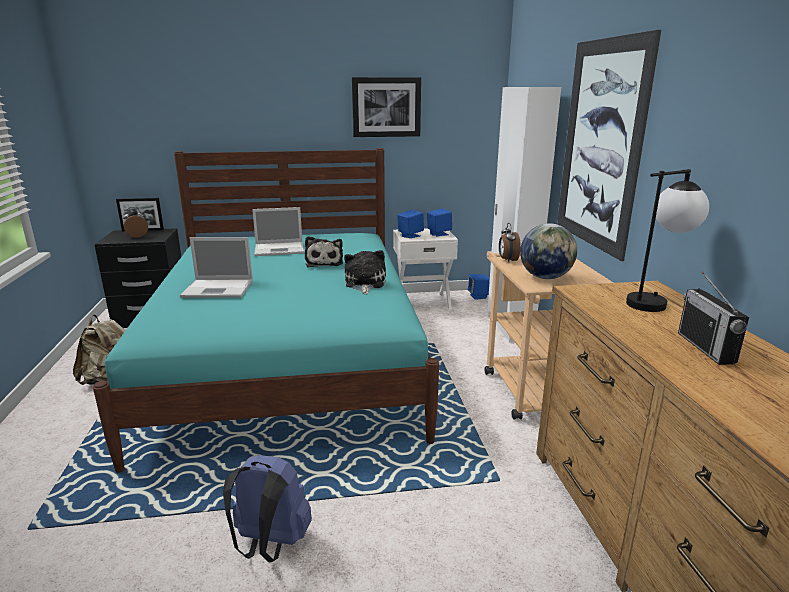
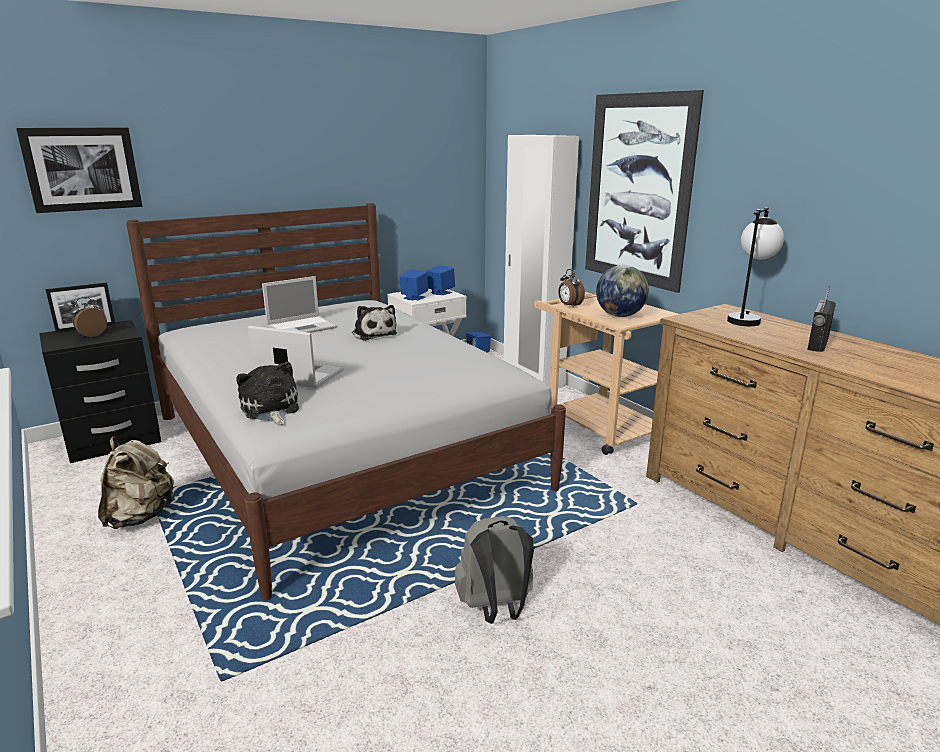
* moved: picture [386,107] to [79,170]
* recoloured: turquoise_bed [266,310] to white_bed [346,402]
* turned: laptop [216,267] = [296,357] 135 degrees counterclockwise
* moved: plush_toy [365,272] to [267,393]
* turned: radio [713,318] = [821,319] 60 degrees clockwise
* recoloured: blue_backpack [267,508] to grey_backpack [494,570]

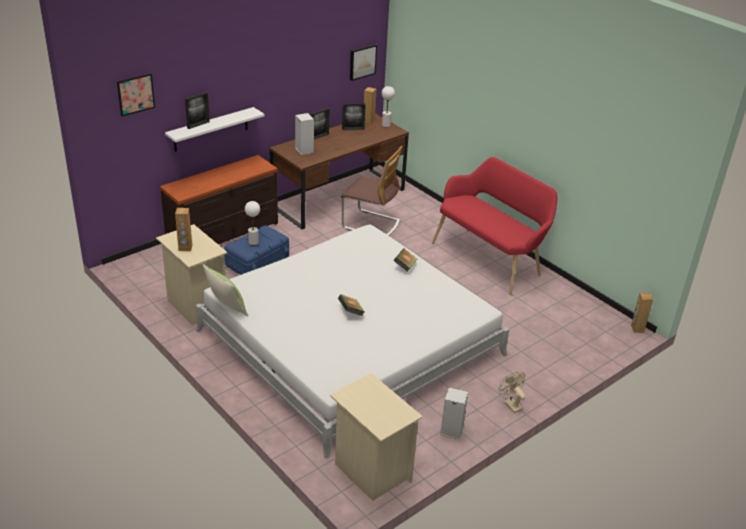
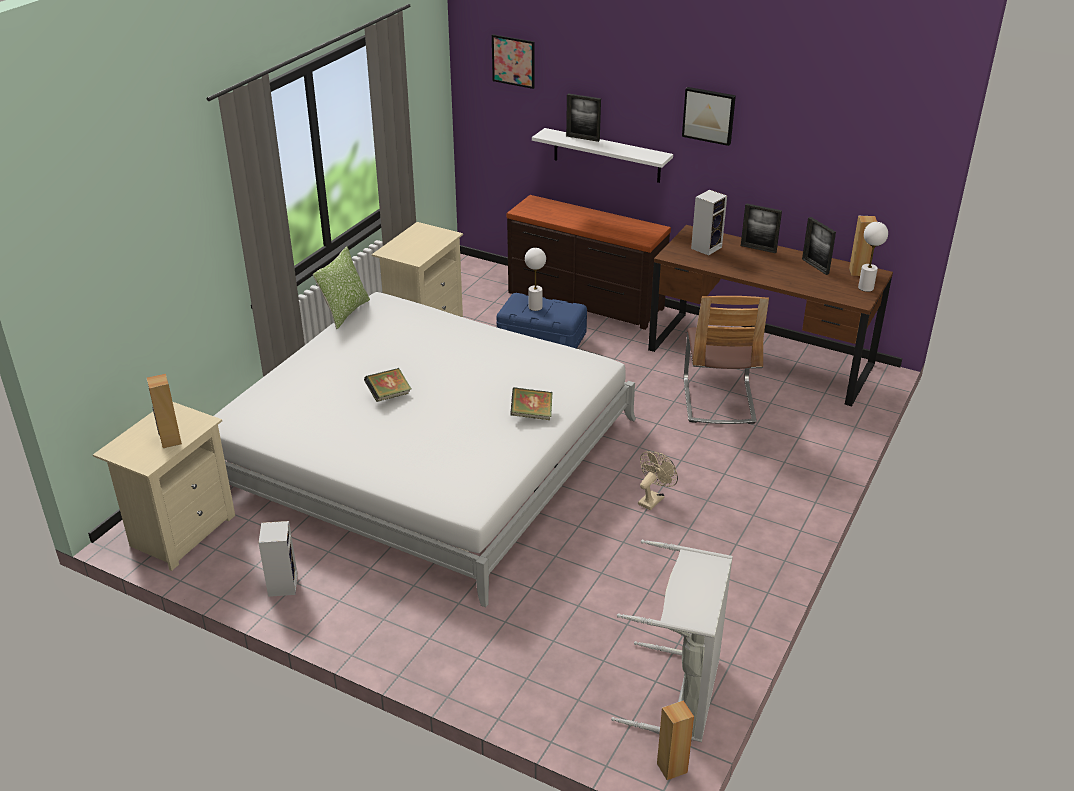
* moved: picture [363,62] to [709,116]
* removed: red_bench [494,226]
* moved: brown_speaker [183,229] to [164,411]
* moved: beige_fan [512,392] to [658,480]
* added: grey_laundry_basket [672,641]

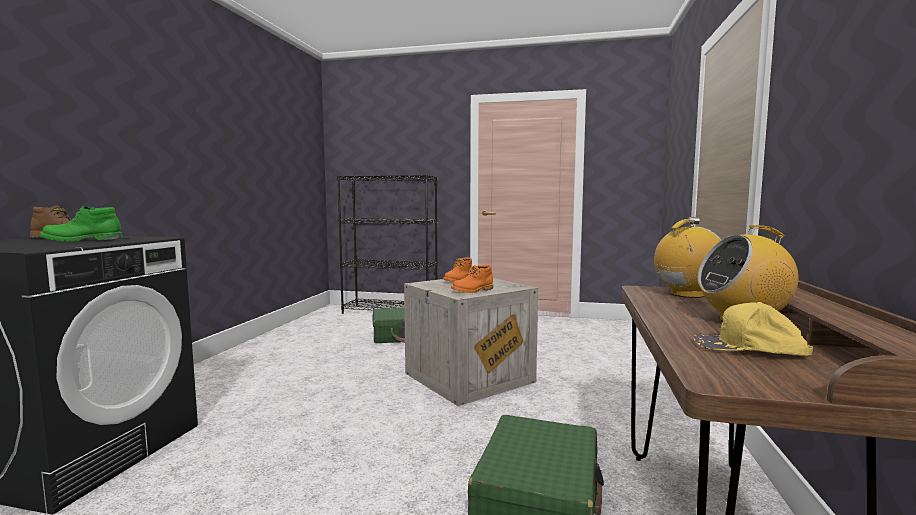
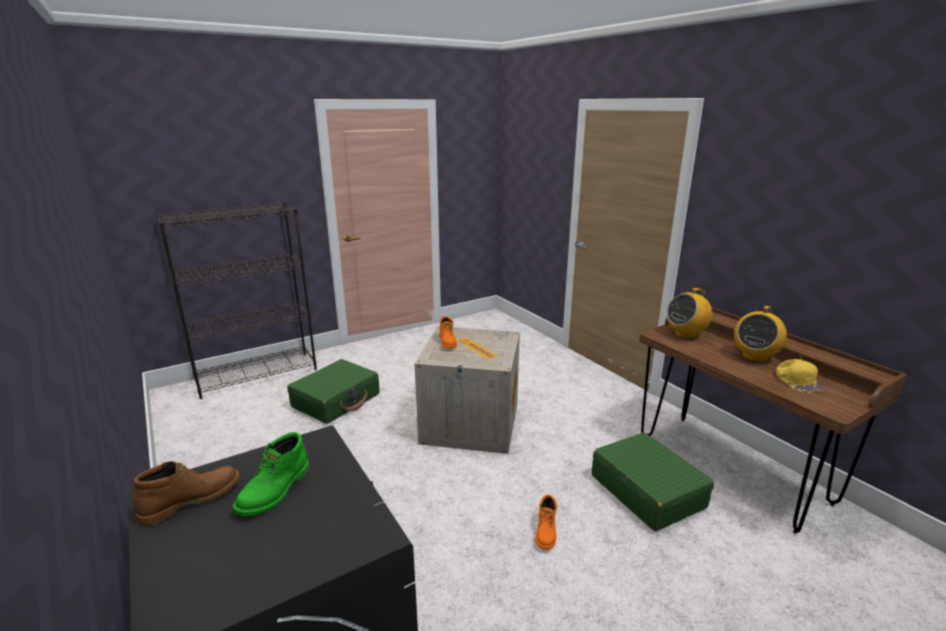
* turned: radio [687,258] = [689,313] 135 degrees counterclockwise
* moved: orange_boot [472,279] to [546,522]
* turned: yellow_cap [753,329] = [800,376] 75 degrees counterclockwise

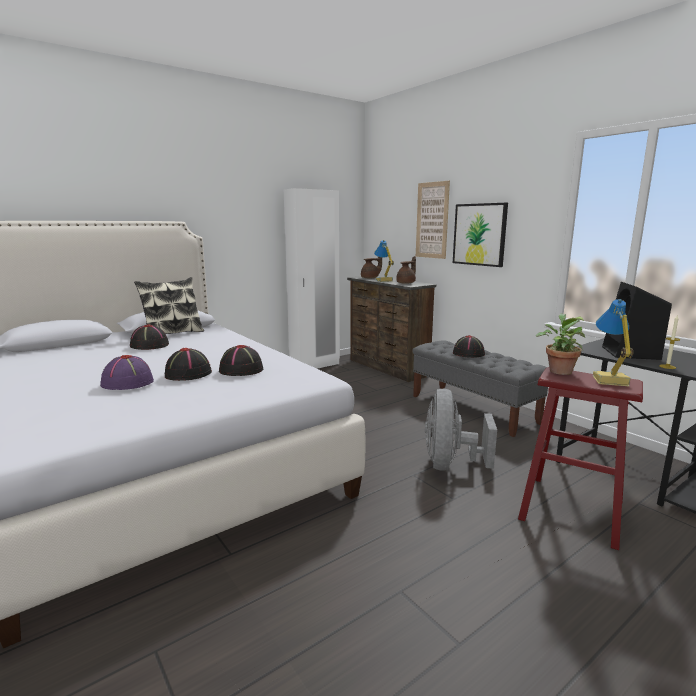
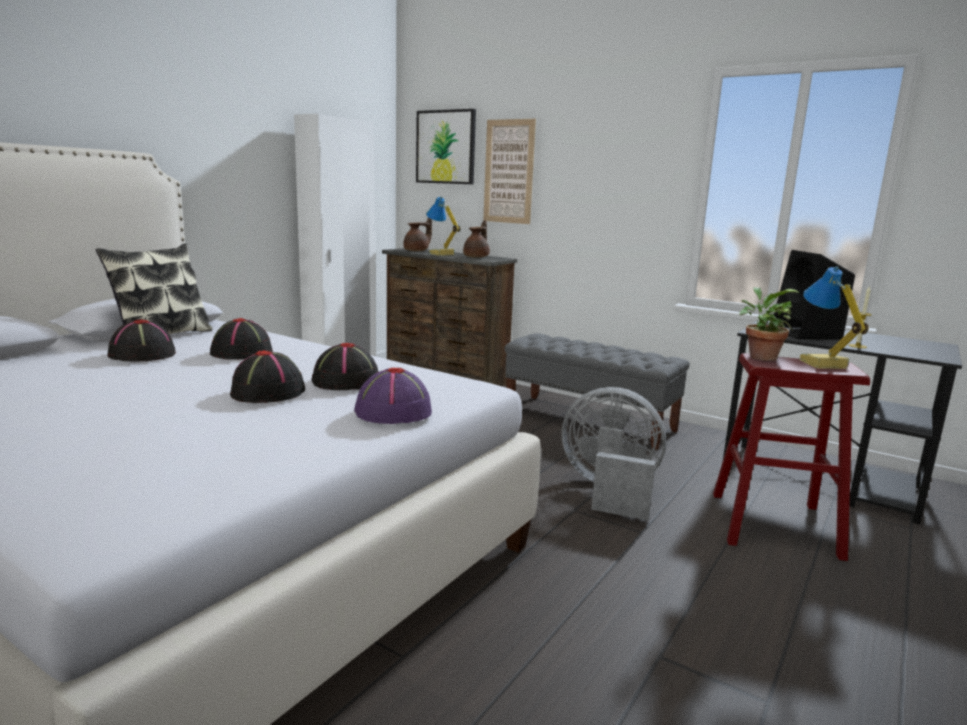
* moved: picture [480,235] to [446,146]
* moved: black_hat [469,346] to [241,339]
* moved: purple_hat [127,372] to [393,395]
* turned: grey_fan [461,430] = [613,454] 120 degrees clockwise

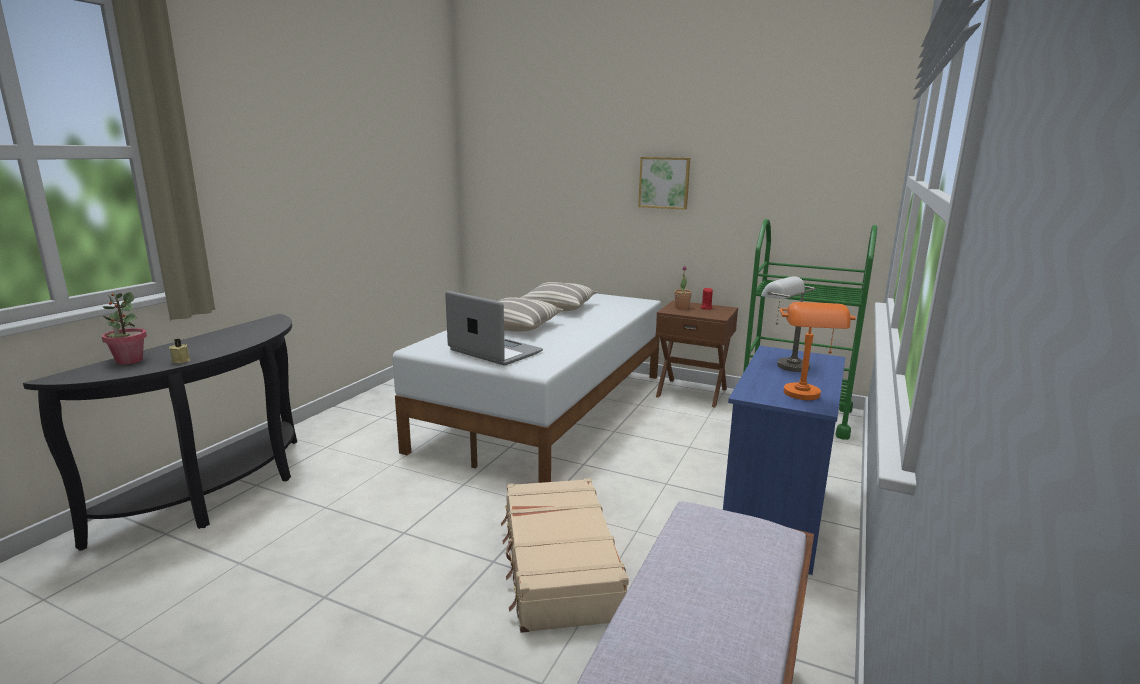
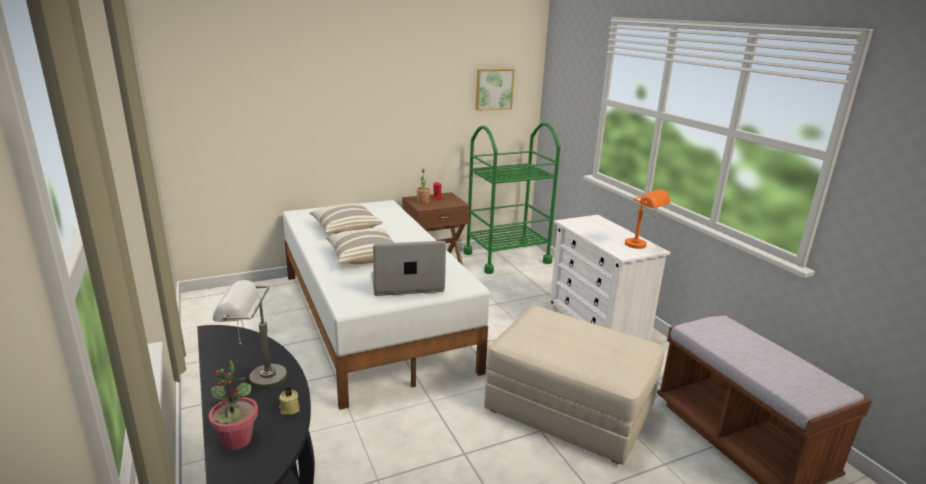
* moved: picture [664,183] to [495,90]
* moved: grey_table_lamp [788,324] to [250,334]
* recoloured: blue_dresser [784,460] to white_dresser [609,278]
* replaced: beige_suitcase [565,555] to beige_ottoman [574,385]

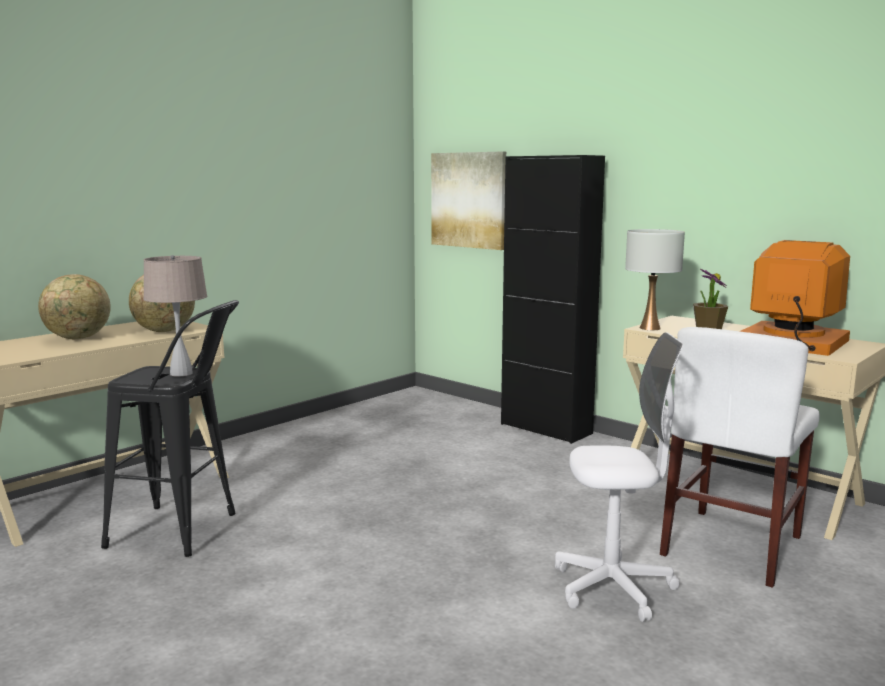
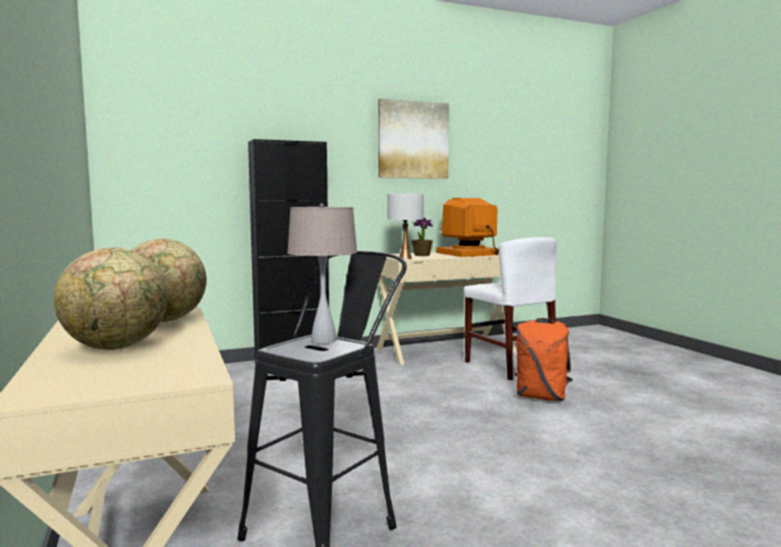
* moved: picture [468,200] to [413,138]
* replaced: white_office_chair [619,477] to orange_backpack [544,359]

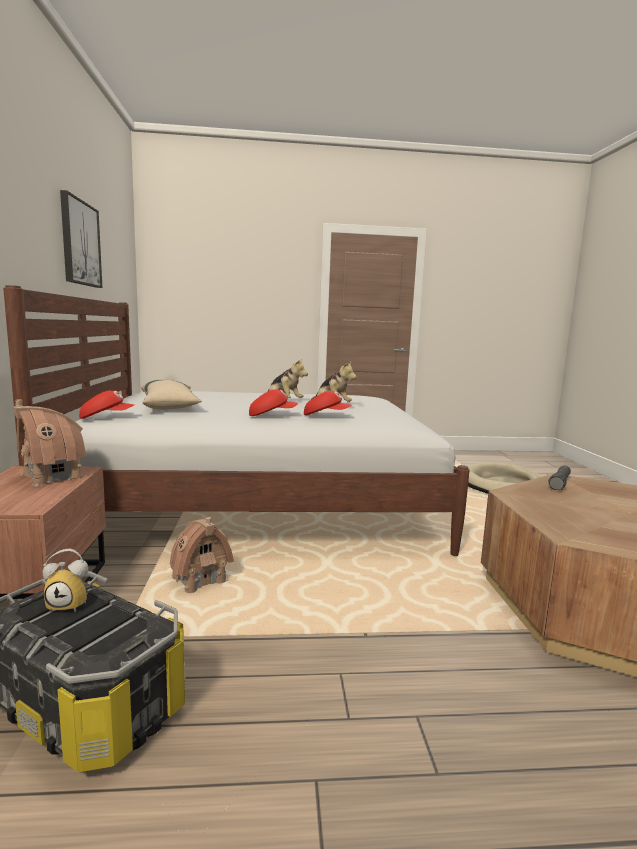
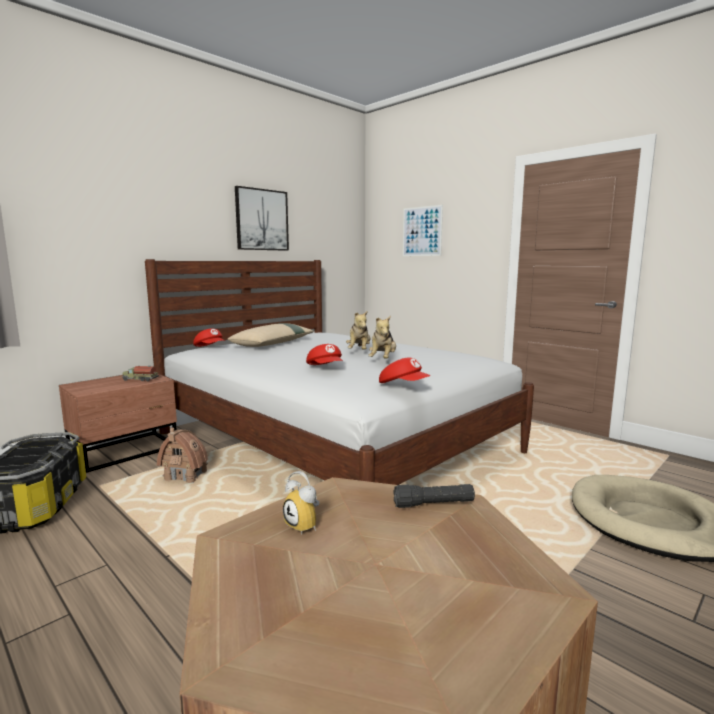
* moved: red_cap [273,402] to [405,370]
* replaced: toy_house [49,442] to toy_truck [140,373]
* moved: alarm_clock [65,580] to [301,503]
* added: picture [423,230]

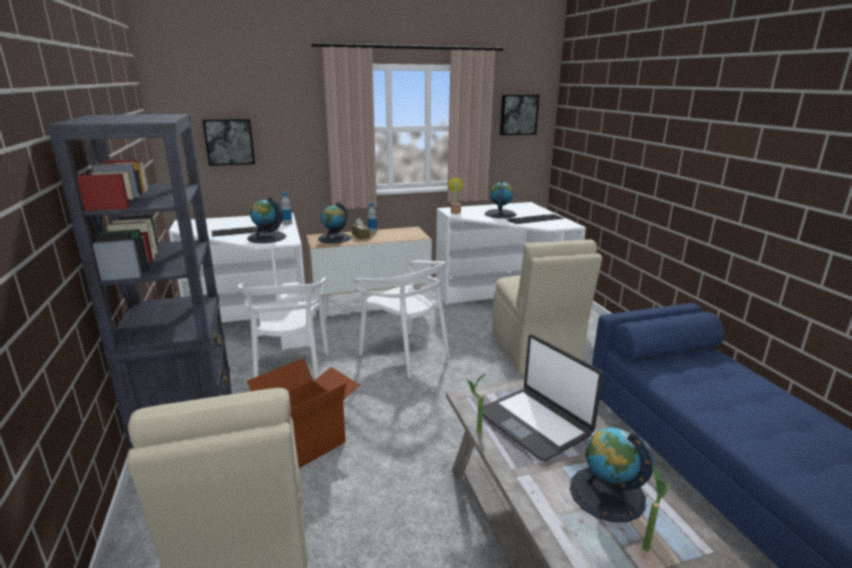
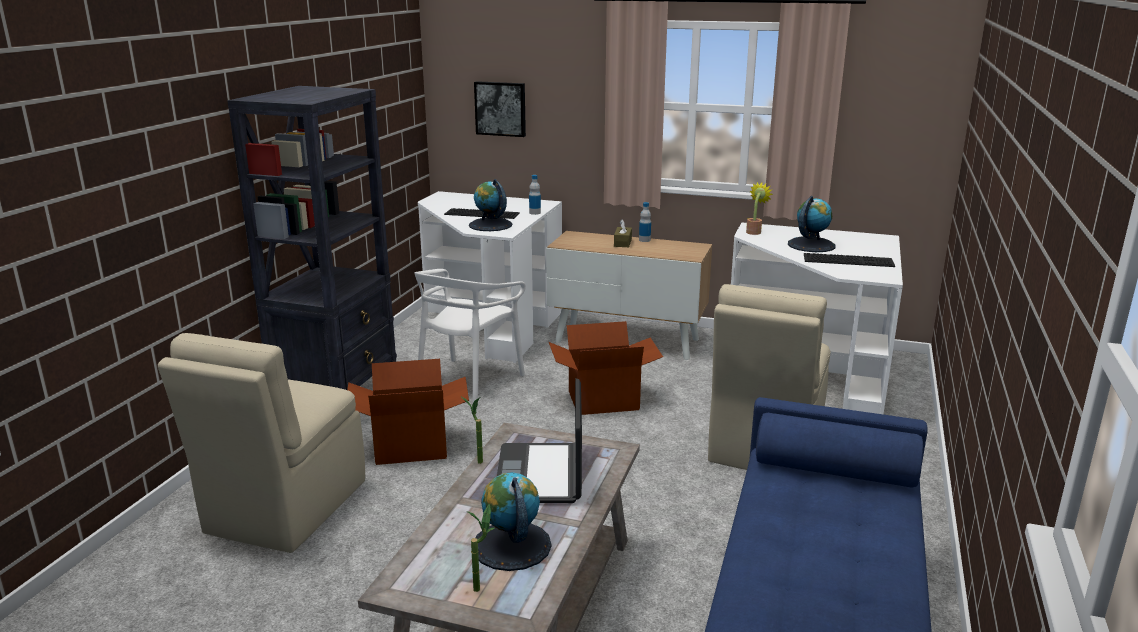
* removed: picture [519,114]
* removed: globe [334,223]
* replaced: white_chair [401,319] to cardboard_box [606,368]

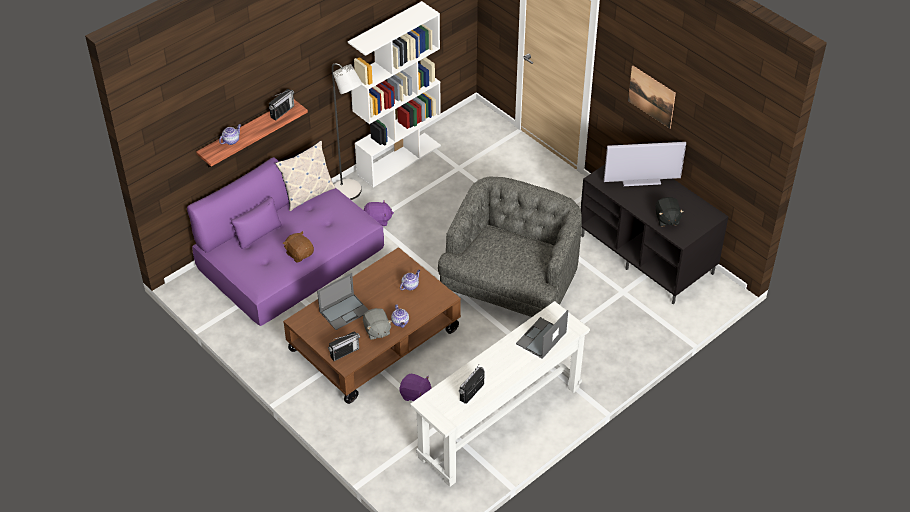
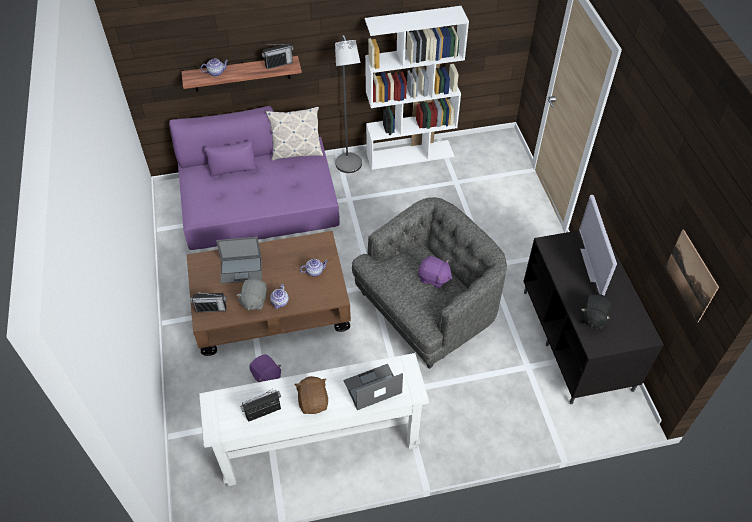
* moved: picture [652,97] to [692,276]
* turned: television [645,164] = [598,245] 60 degrees clockwise
* moved: purple_plush_toy [379,213] to [435,272]
* moved: brown_plush_toy [298,247] to [311,395]

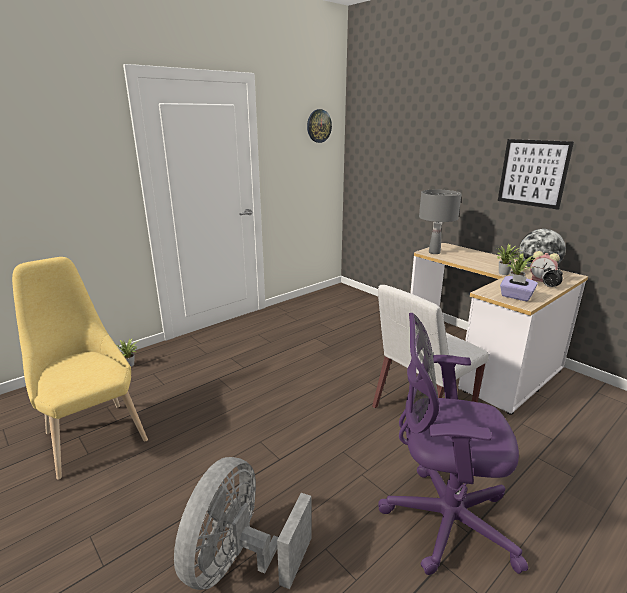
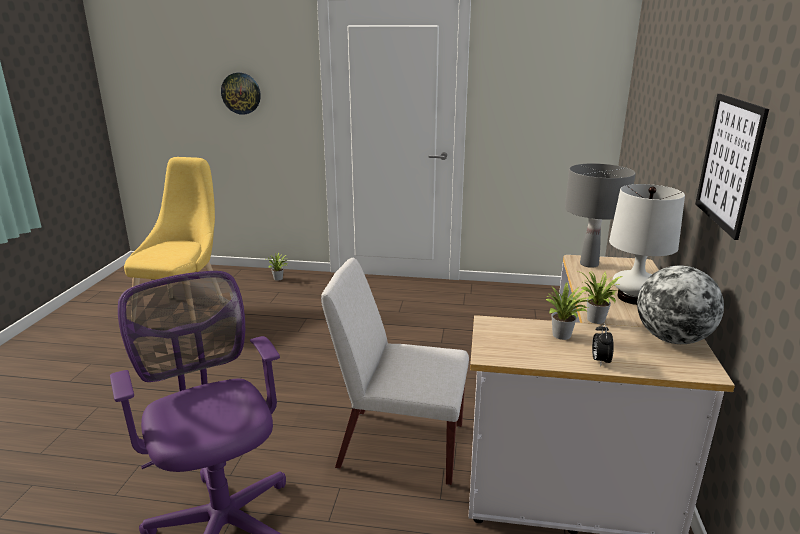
* moved: wall_clock [319,126] to [241,94]
* removed: alarm_clock [545,266]
* removed: purple_tissue_box [519,287]
* removed: grey_fan [243,523]
* added: white_table_lamp [647,244]

